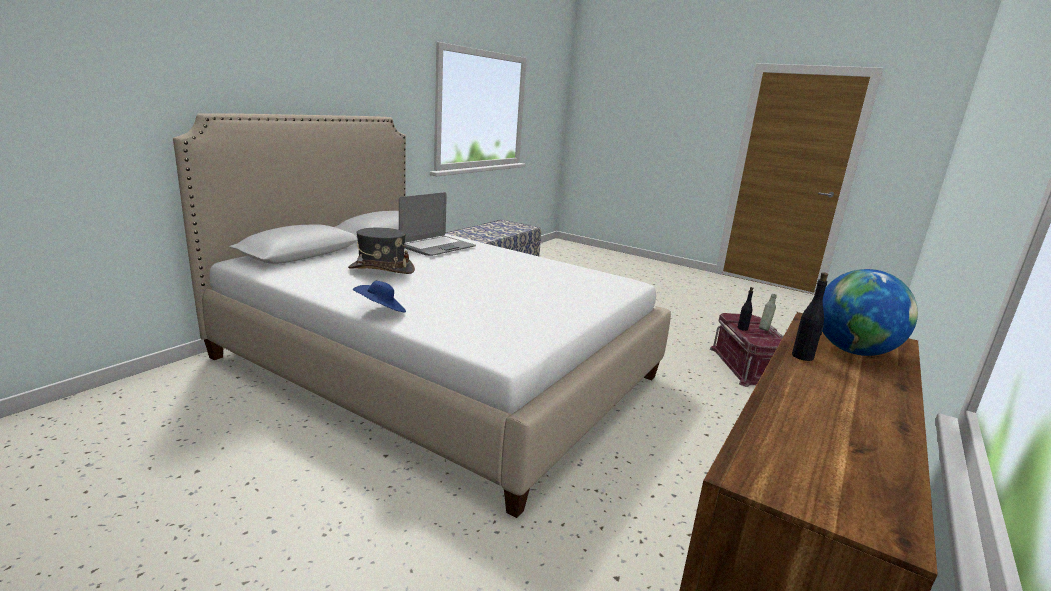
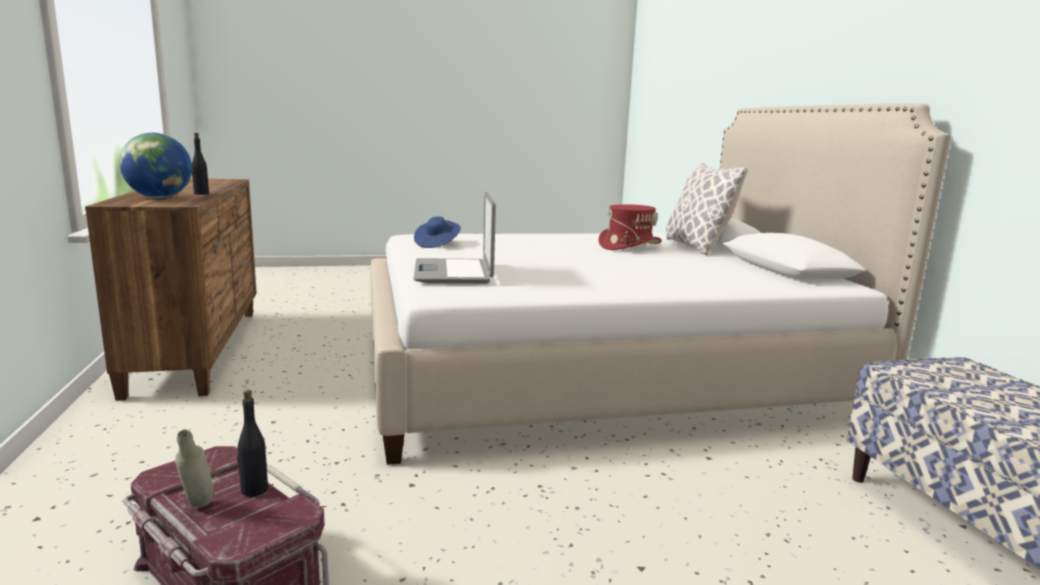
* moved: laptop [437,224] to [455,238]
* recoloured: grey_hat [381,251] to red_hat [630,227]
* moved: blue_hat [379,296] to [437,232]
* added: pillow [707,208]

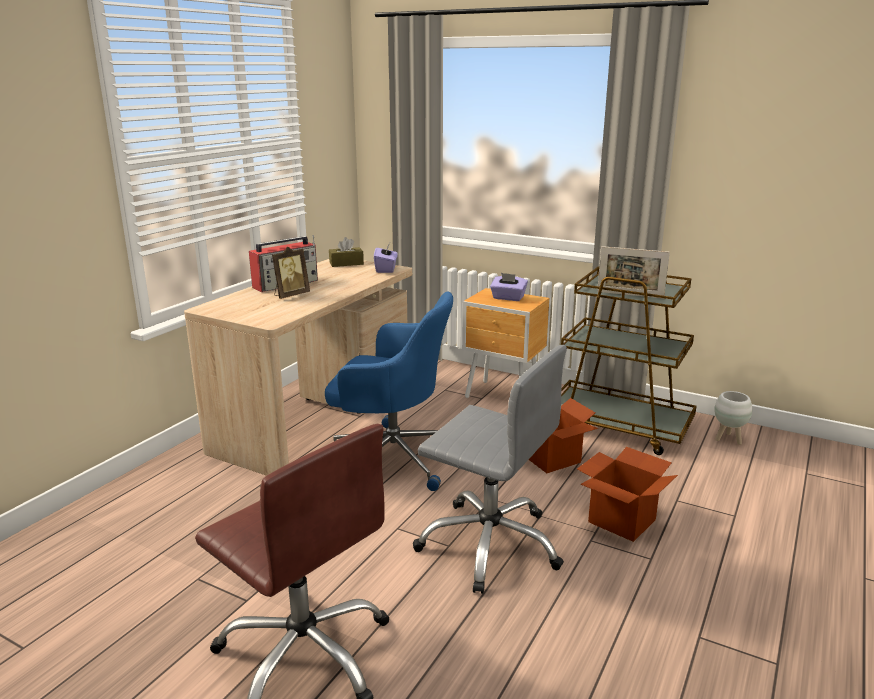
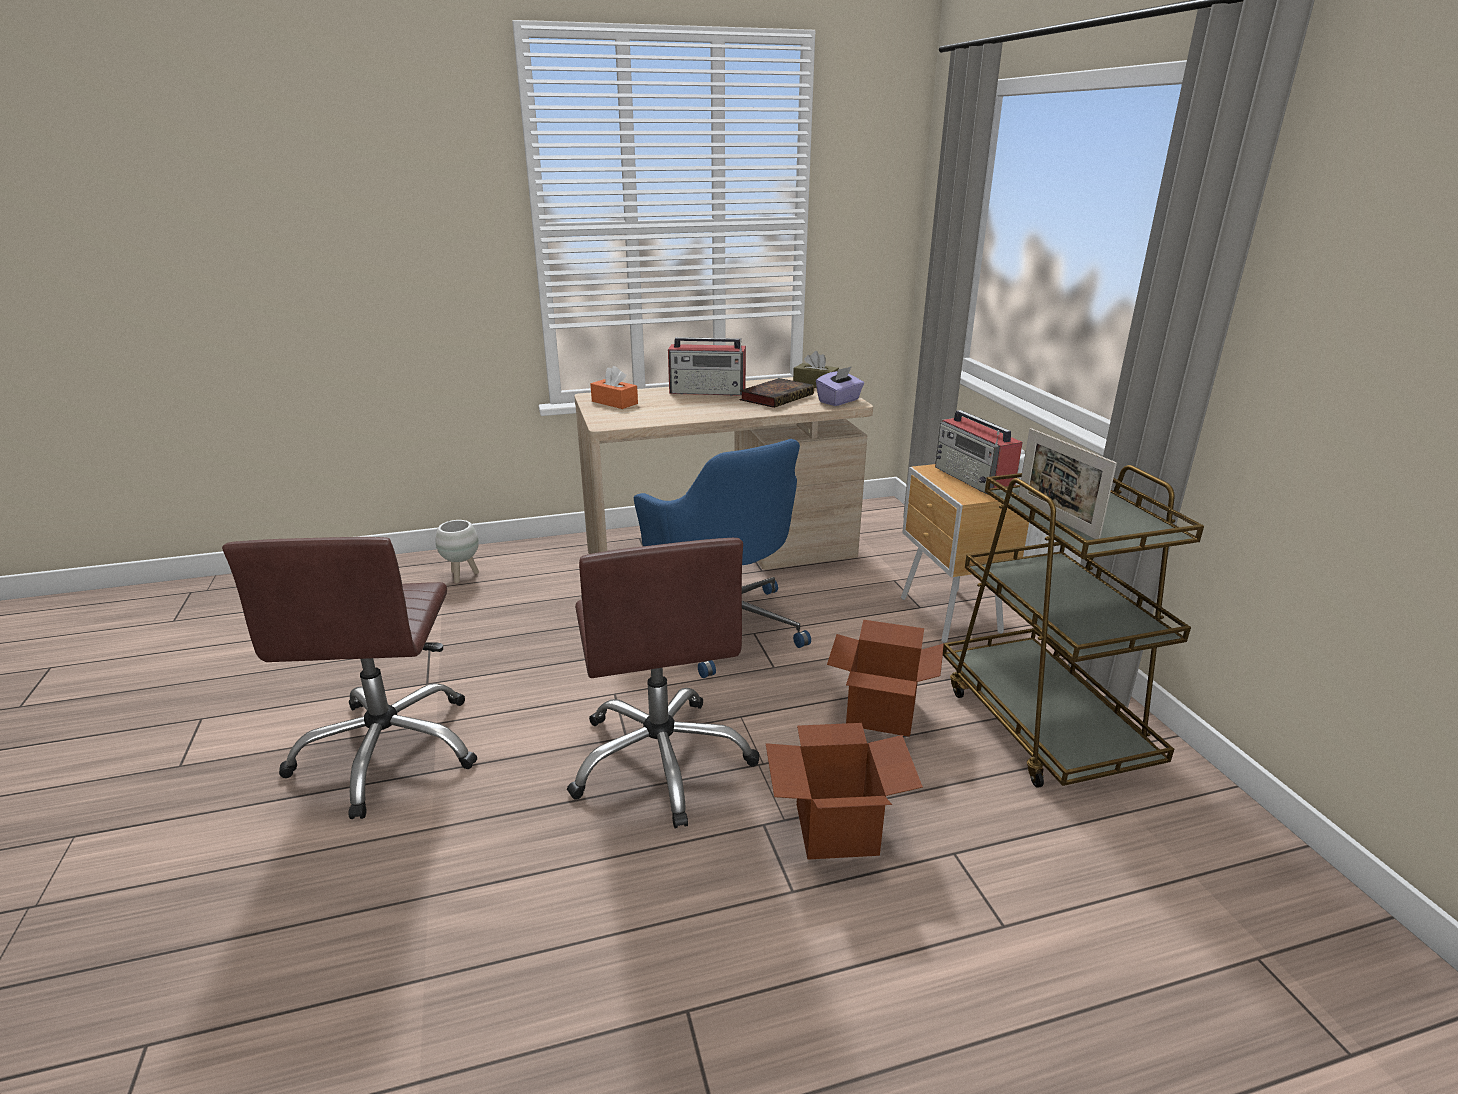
* removed: picture_frame [291,273]
* replaced: purple_tissue_box [509,287] to radio [979,452]
* recoloured: grey_office_chair [490,469] to brown_office_chair [663,683]
* moved: white_planter [733,418] to [457,551]
* added: orange_tissue_box [614,387]
* added: book [777,393]

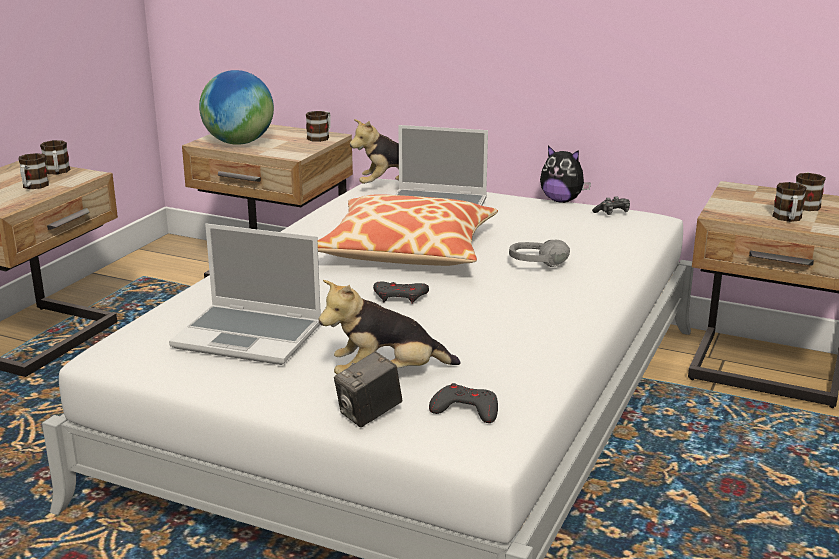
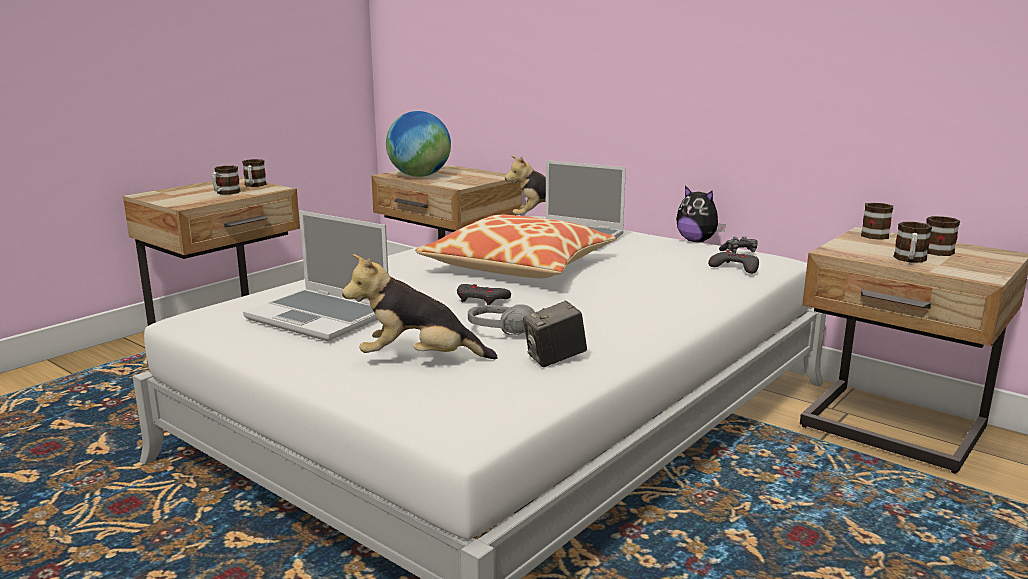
* moved: mug [318,126] to [877,221]
* moved: grey_headphones [539,253] to [501,319]
* moved: photo_camera [368,389] to [555,334]
* moved: grey_game_controller [463,403] to [733,262]

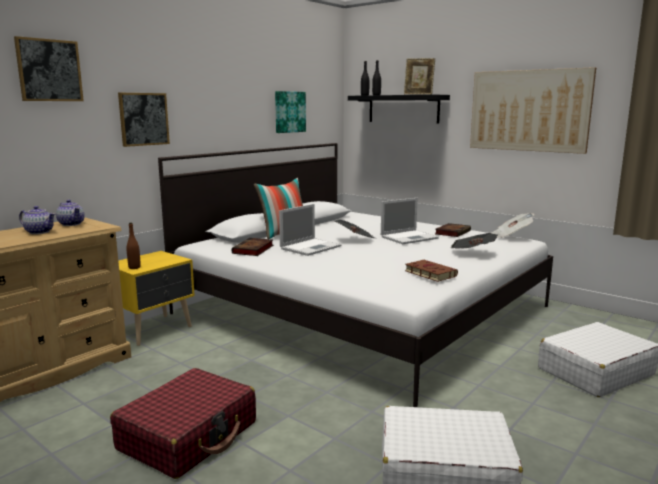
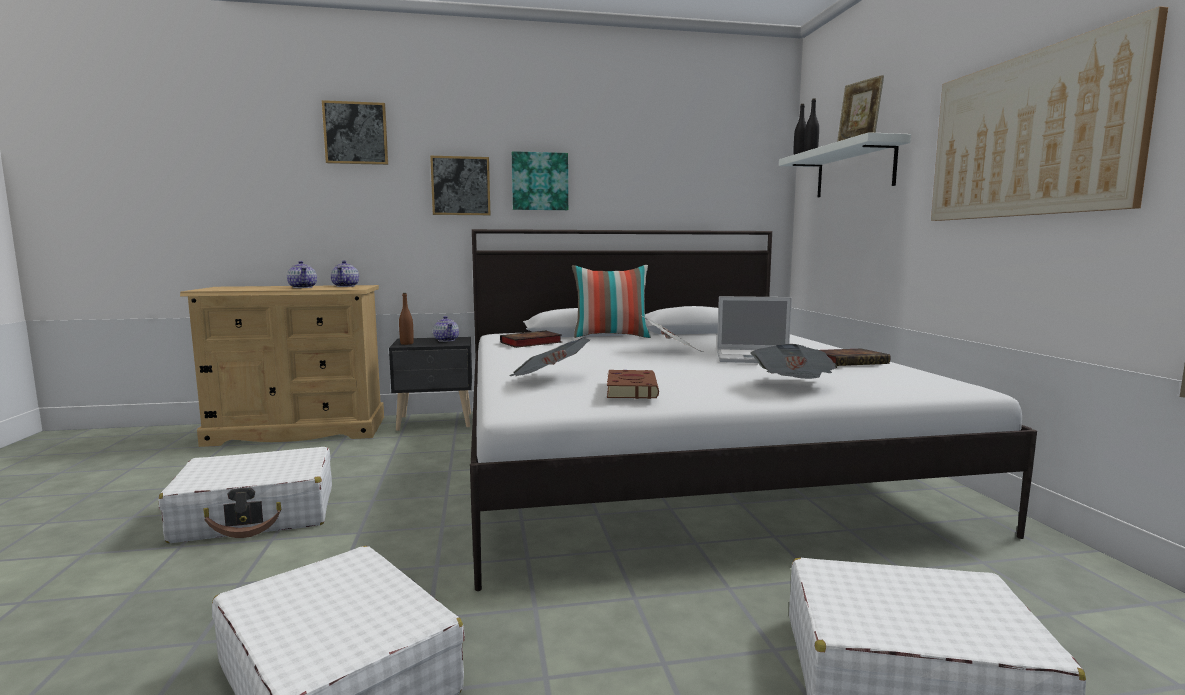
* moved: picture [290,112] to [540,180]
* recoloured: black_shelf [399,109] to white_shelf [845,164]
* removed: laptop [310,230]
* moved: newspaper [513,225] to [549,356]
* recoloured: yellow_nightstand [156,298] to black_nightstand [430,384]
* recoloured: red_suitcase [183,423] to white_suitcase [245,495]
* added: teapot [446,329]

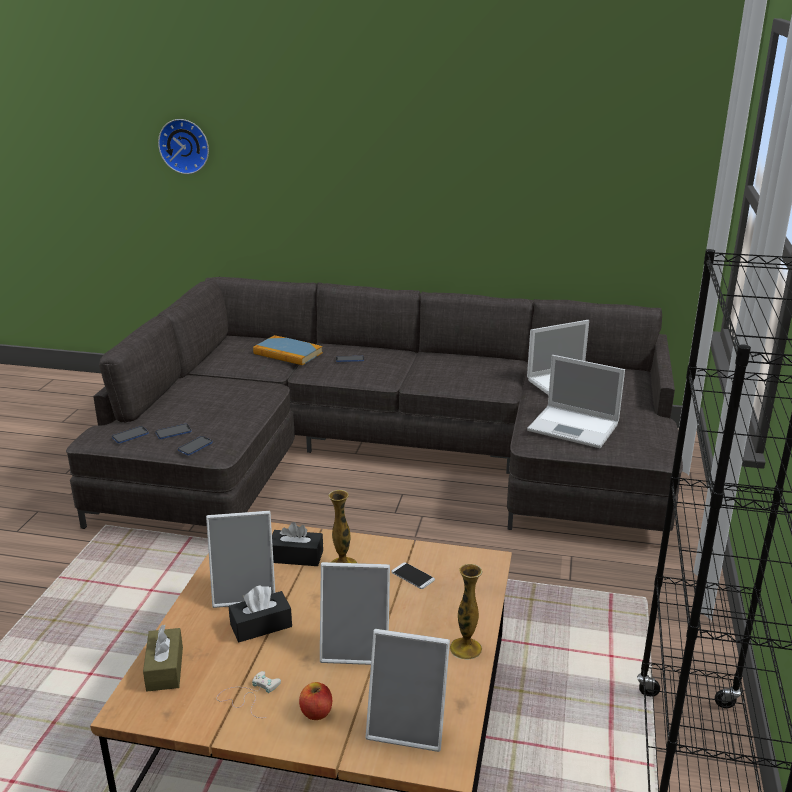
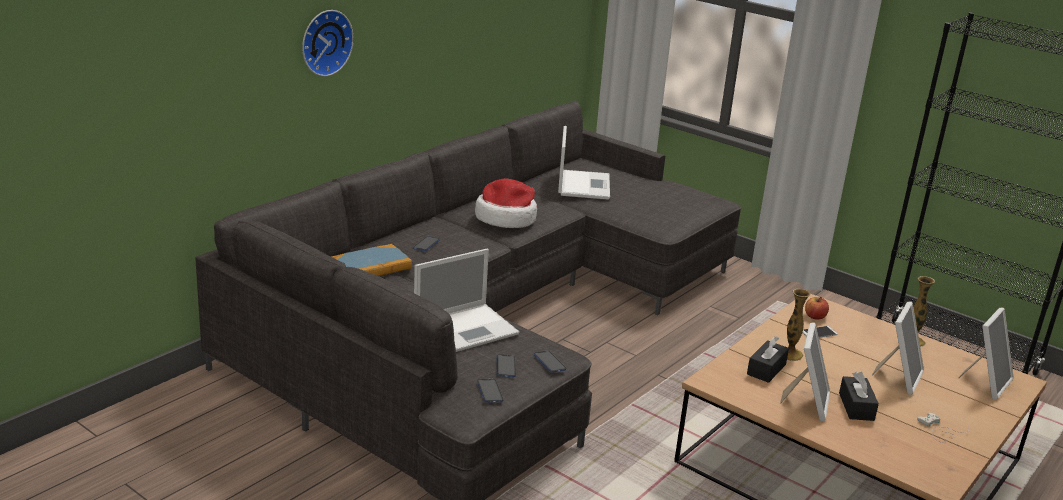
* moved: wall_clock [183,146] to [328,43]
* moved: laptop [576,401] to [466,300]
* removed: brown_tissue_box [163,658]
* moved: apple [315,701] to [817,308]
* added: hat [506,203]

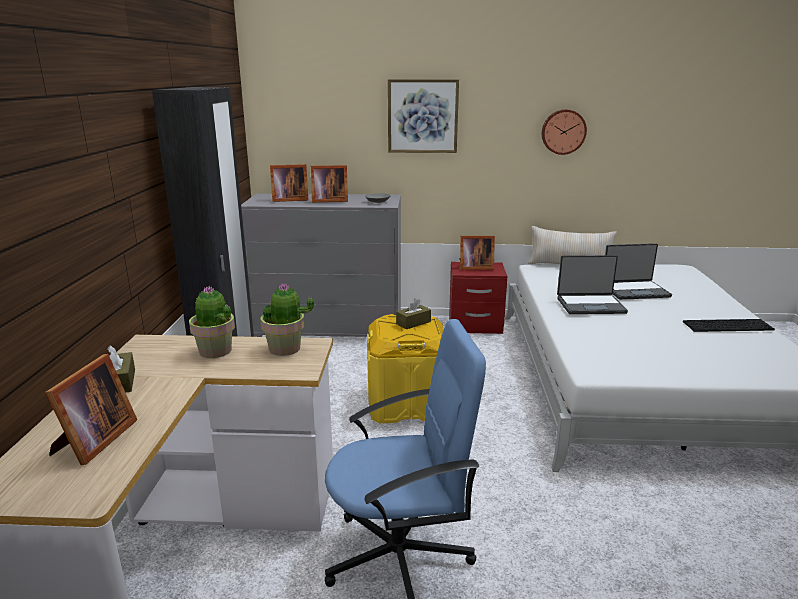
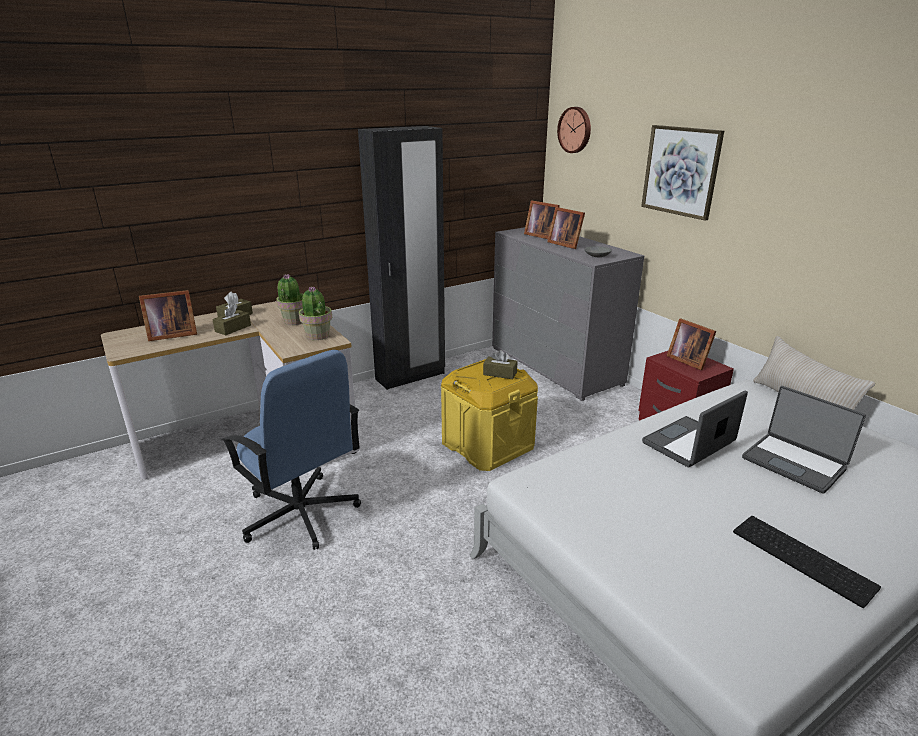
* moved: wall_clock [564,132] to [574,130]
* turned: laptop [592,284] = [695,429] 90 degrees clockwise
* added: brown_tissue_box [232,319]

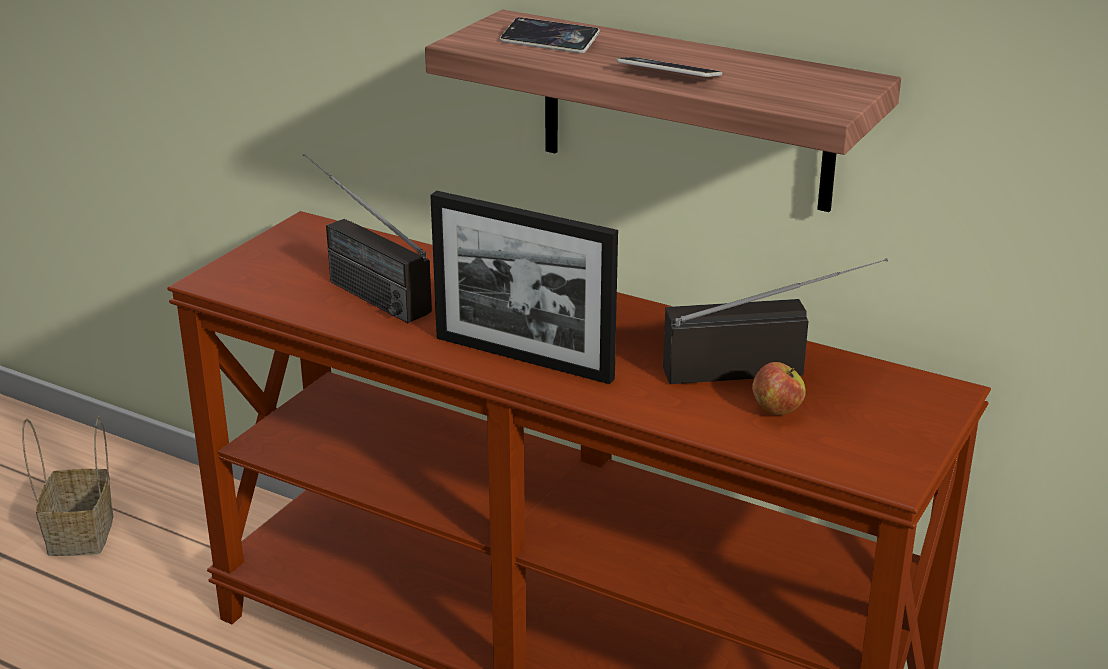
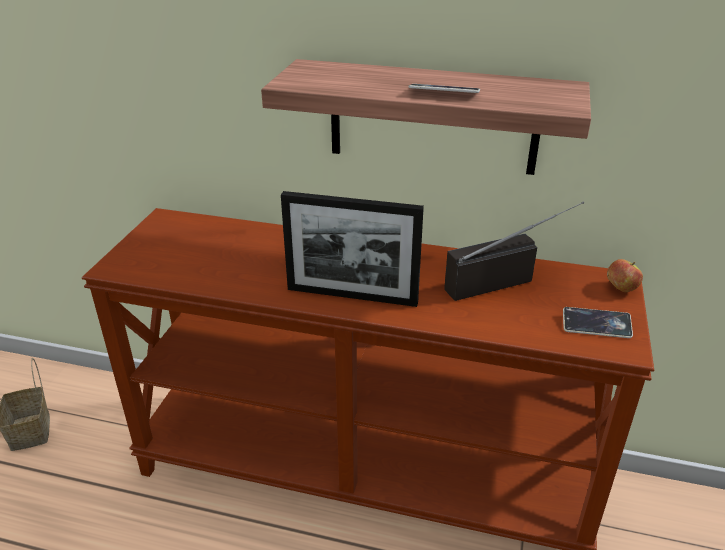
* moved: phone [550,35] to [598,322]
* removed: radio [367,238]
* moved: apple [779,388] to [625,275]

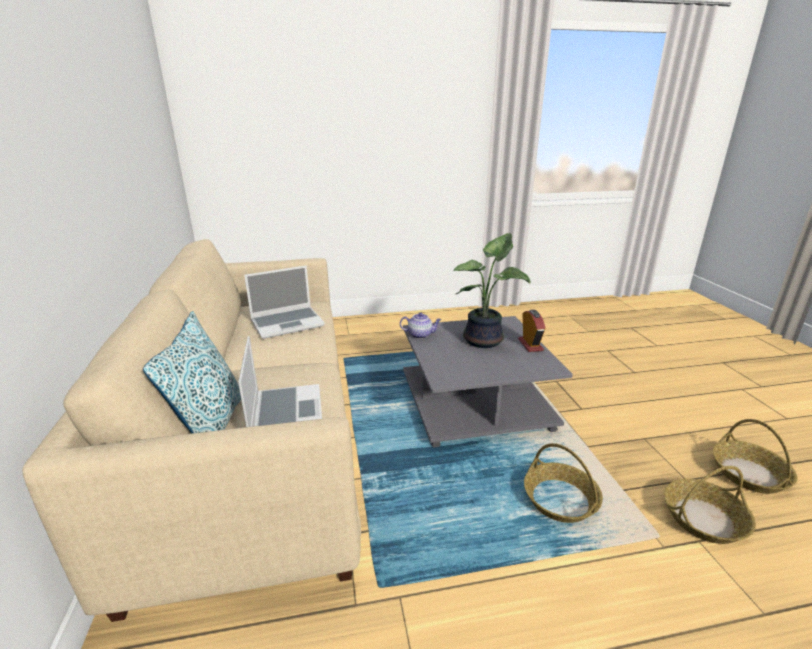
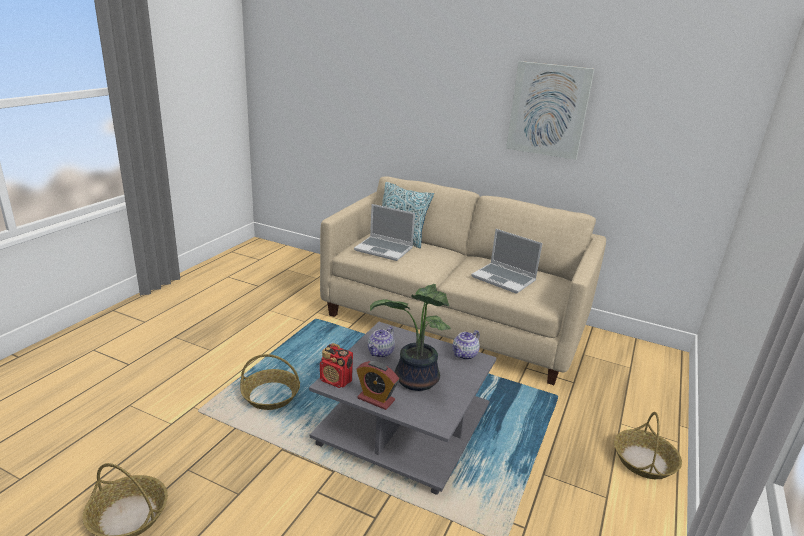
* turned: laptop [284,302] = [506,261] 60 degrees counterclockwise
* moved: basket [710,505] to [648,445]
* added: picture [550,110]
* added: teapot [381,342]
* added: radio [336,365]

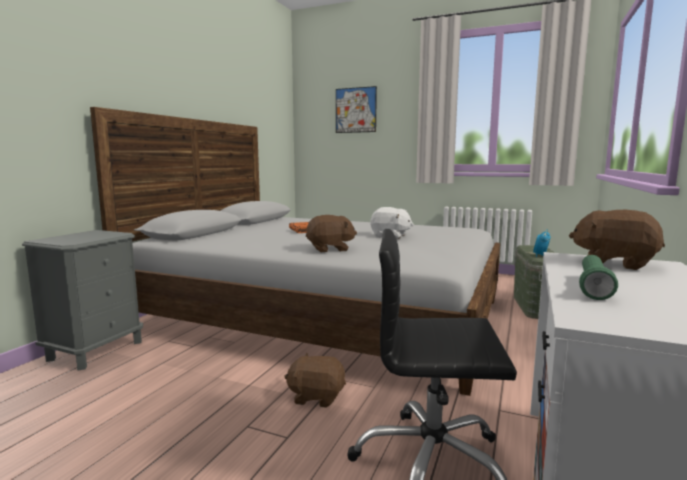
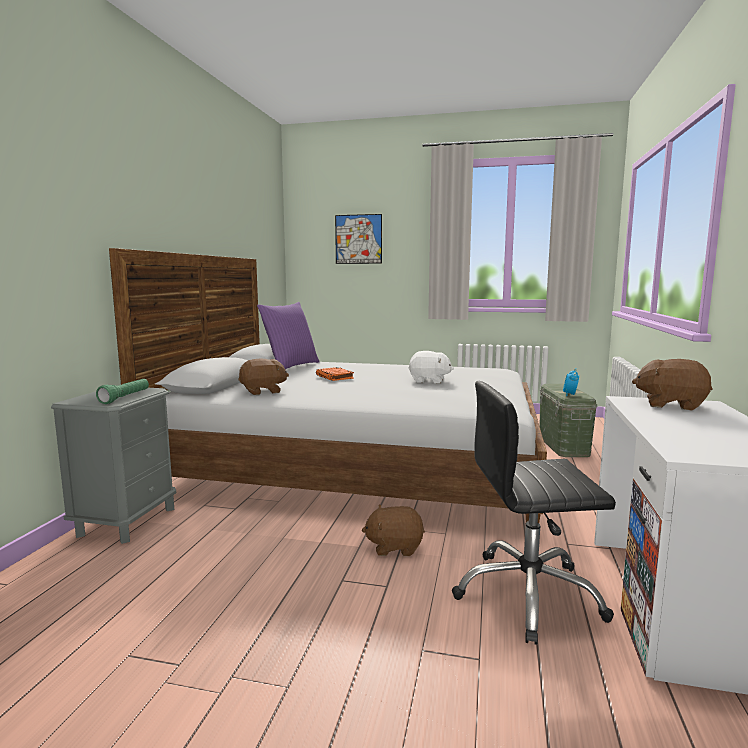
* moved: brown_plush_toy [331,233] to [263,377]
* moved: green_flashlight [598,277] to [122,391]
* added: purple_pillow [288,335]

